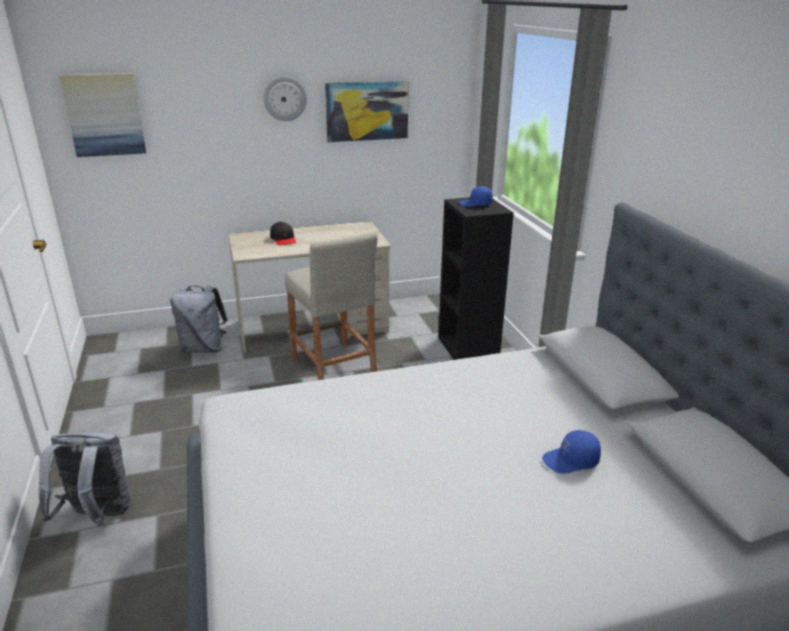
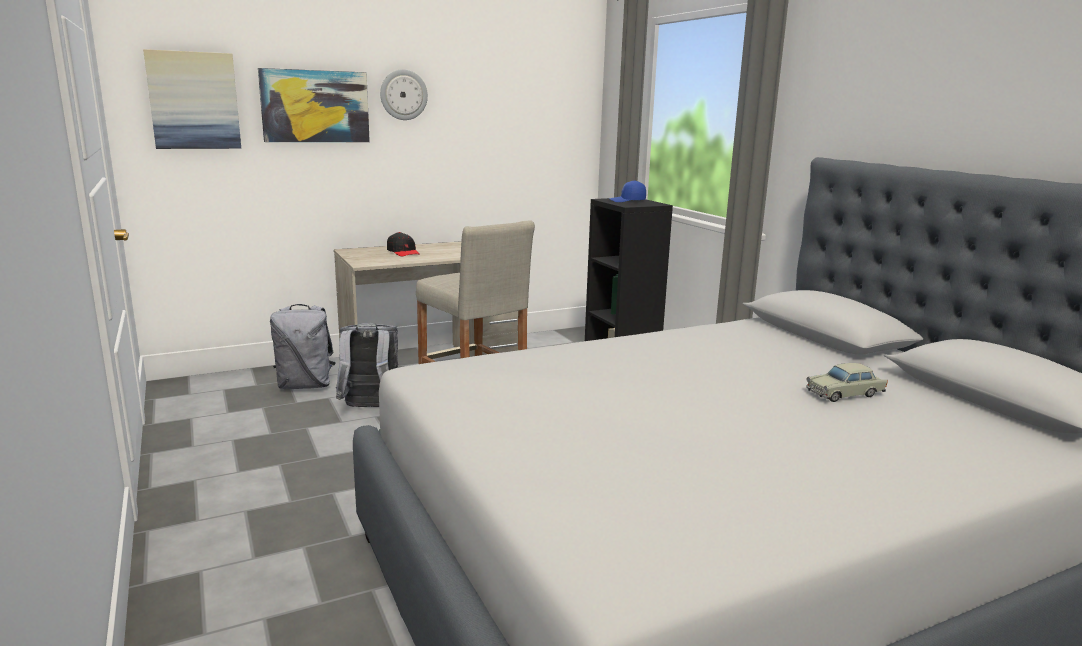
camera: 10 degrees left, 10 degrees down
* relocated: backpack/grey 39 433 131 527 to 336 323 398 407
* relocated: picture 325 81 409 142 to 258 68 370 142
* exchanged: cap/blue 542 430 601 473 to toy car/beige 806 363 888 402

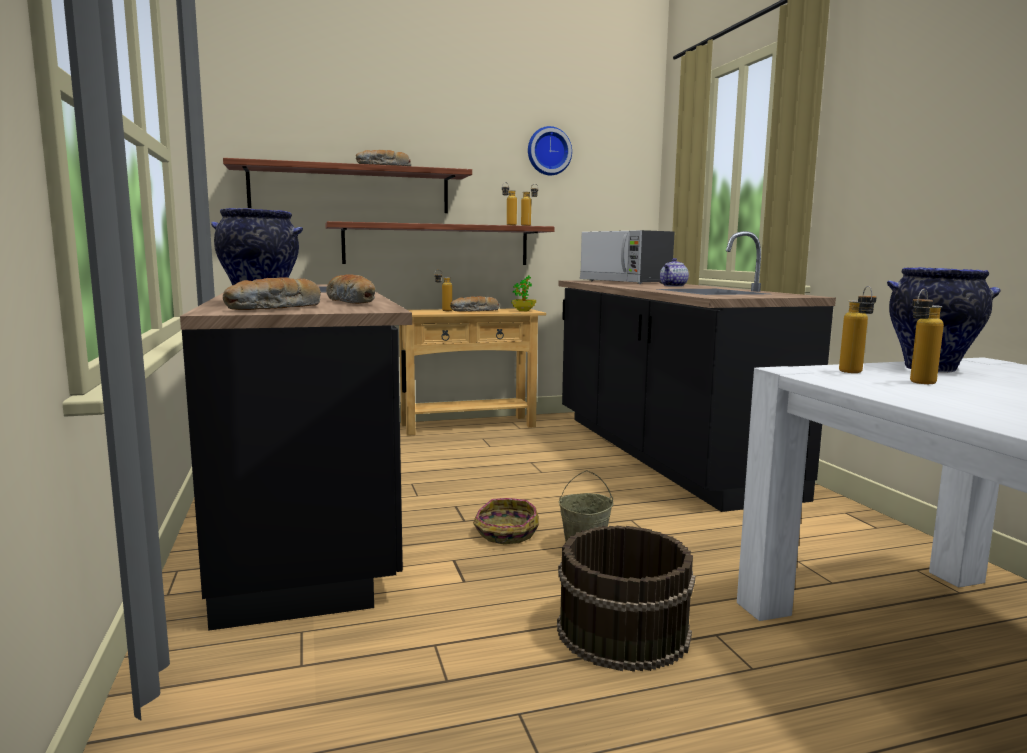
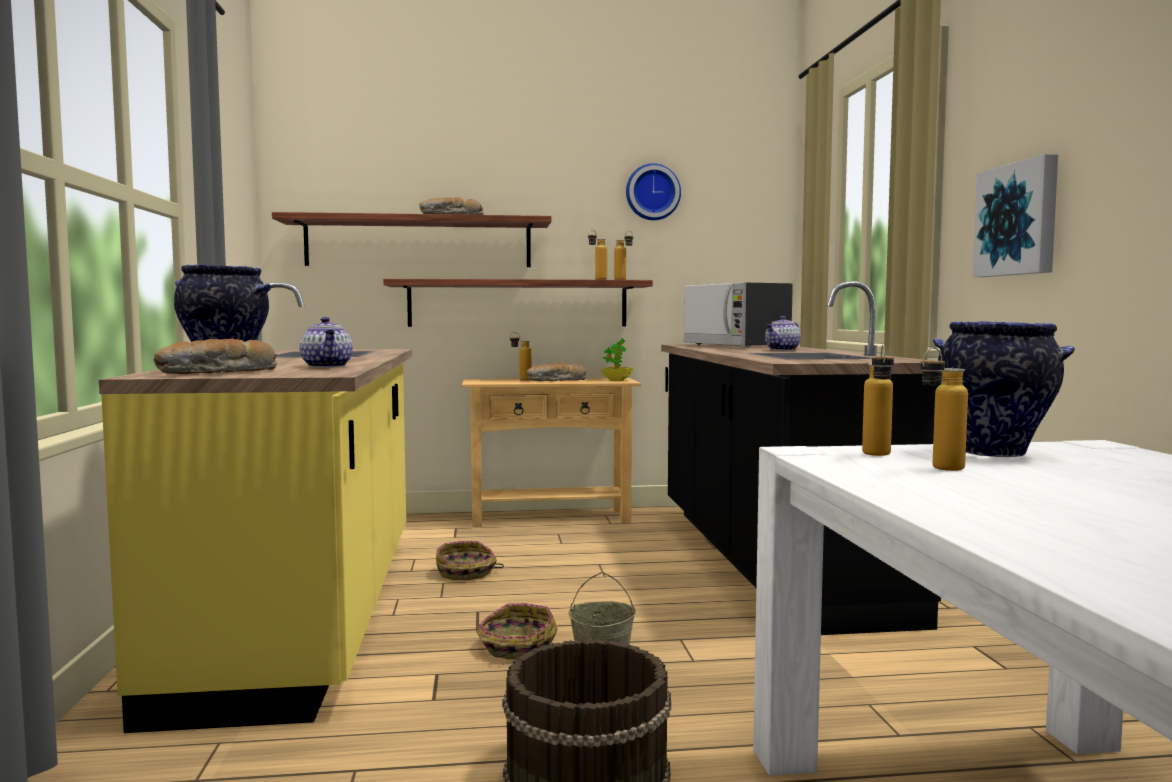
camera: 10 degrees right, 5 degrees down
* appeared: basket 436 541 504 580
* appeared: picture 972 154 1058 277
* exchanged: bread 326 274 376 304 to teapot 300 317 353 368
* colour: counter/black 180 285 412 631 to counter/yellow 99 282 412 733

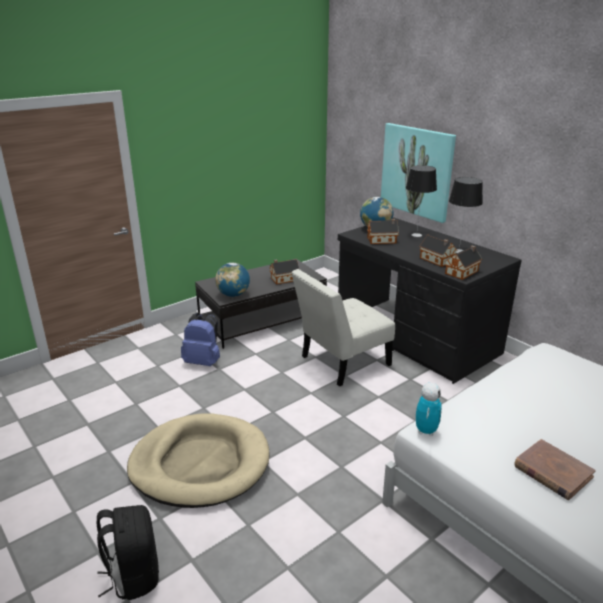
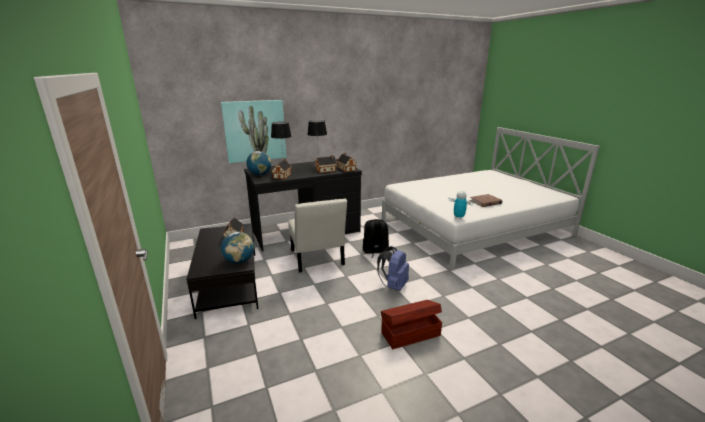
camera: 75 degrees left, 5 degrees down
* relocated: backpack/black 97 505 159 600 to 363 219 389 258
* relocated: backpack/blue 181 313 220 366 to 377 246 409 291
* exchanged: dog bed/beige 127 413 270 508 to storage box/brown 381 300 442 349

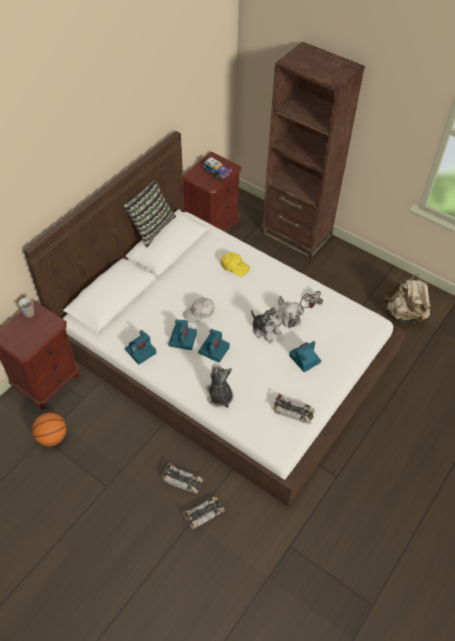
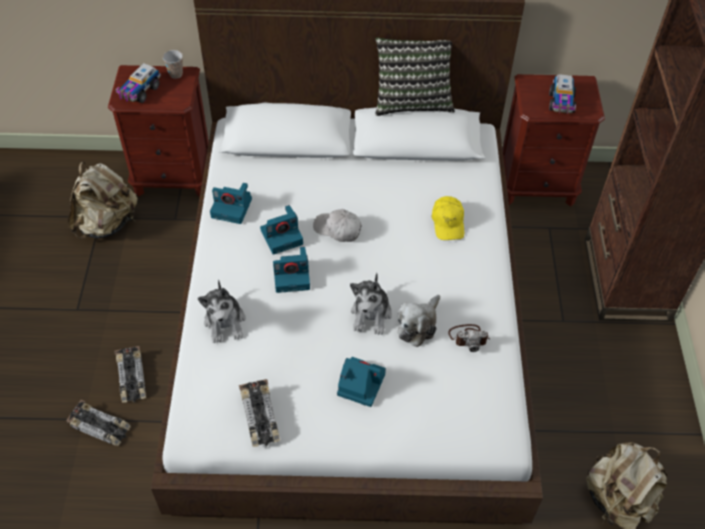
camera: 55 degrees right, 0 degrees up
* appeared: toy truck 115 63 161 103
* exchanged: basketball 32 412 67 446 to backpack/beige 68 162 138 239
* spun: plush toy 206 363 234 408 = 198 280 246 343 135 degrees clockwise

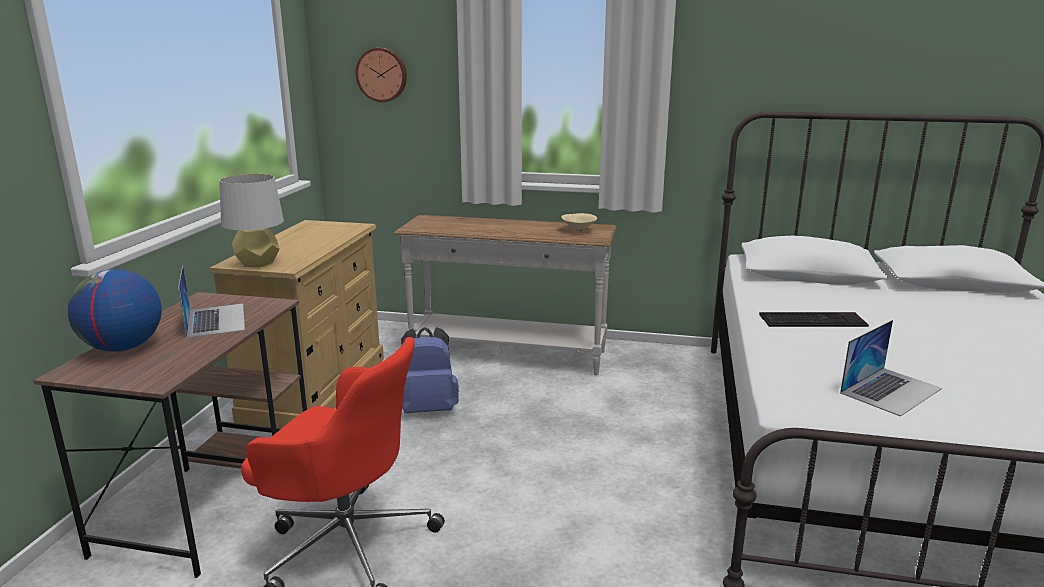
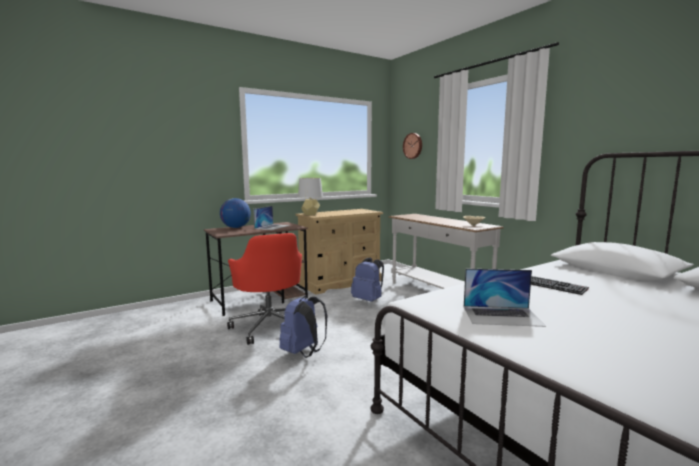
camera: 45 degrees right, 10 degrees down
* appeared: backpack/blue 279 295 328 358

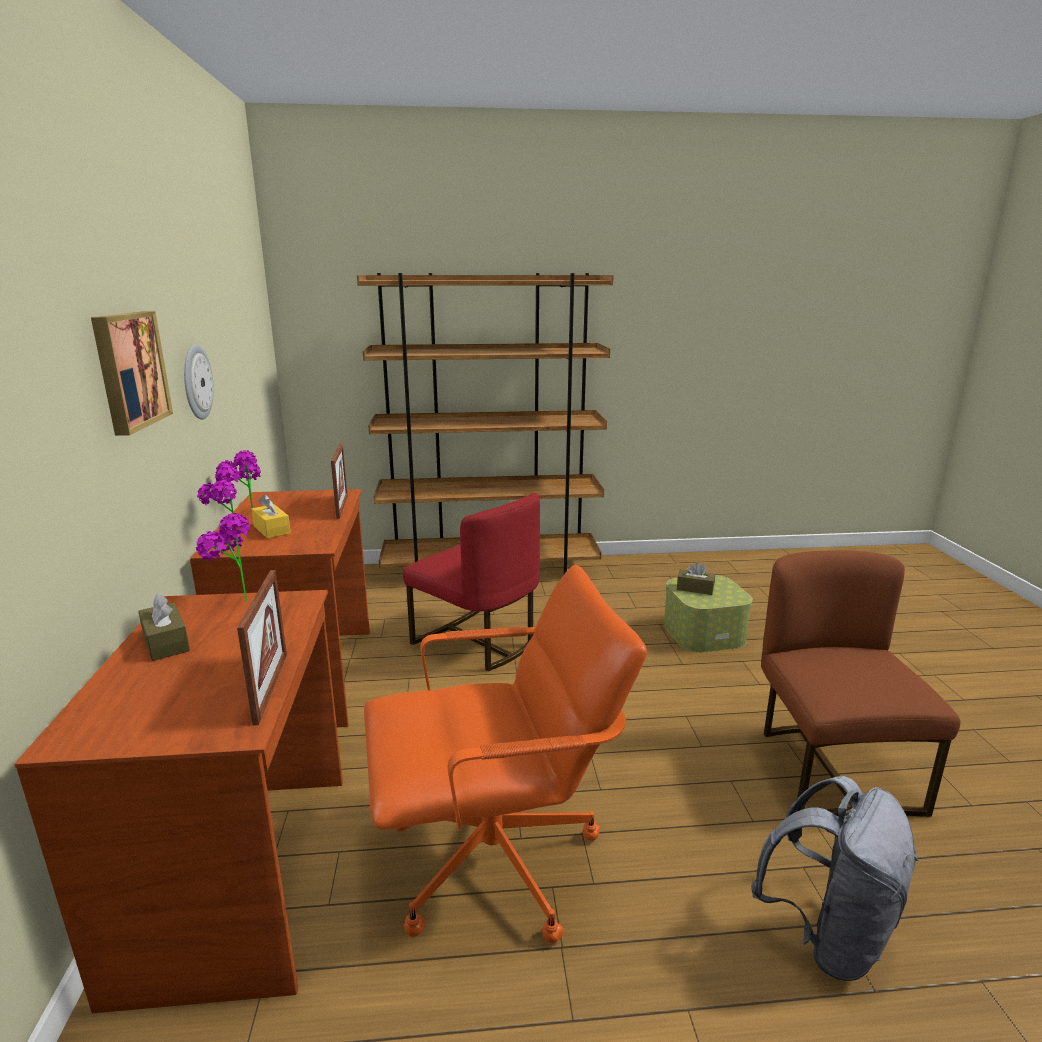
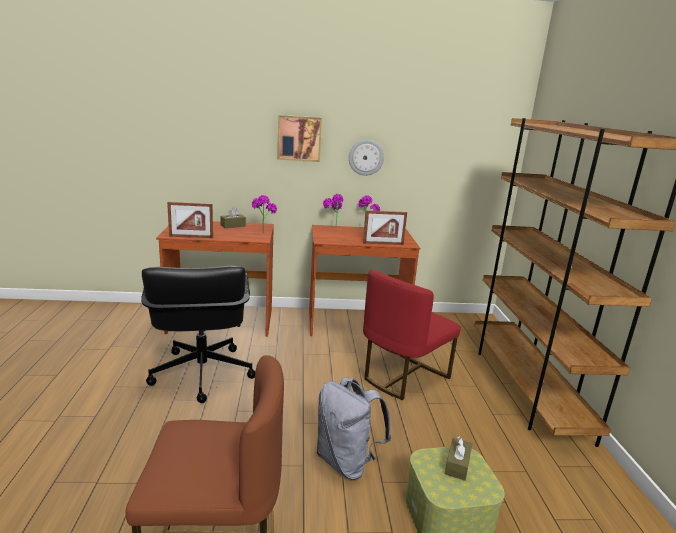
camera: 90 degrees right, 0 degrees up
* missing: tissue box/yellow 251 494 291 539
* relocated: backpack/grey 751 776 919 981 to 317 377 391 480
* colour: office chair/orange 364 565 647 943 to office chair/black 141 266 255 403

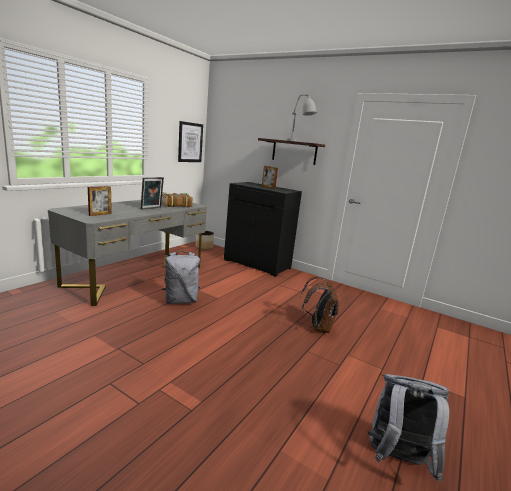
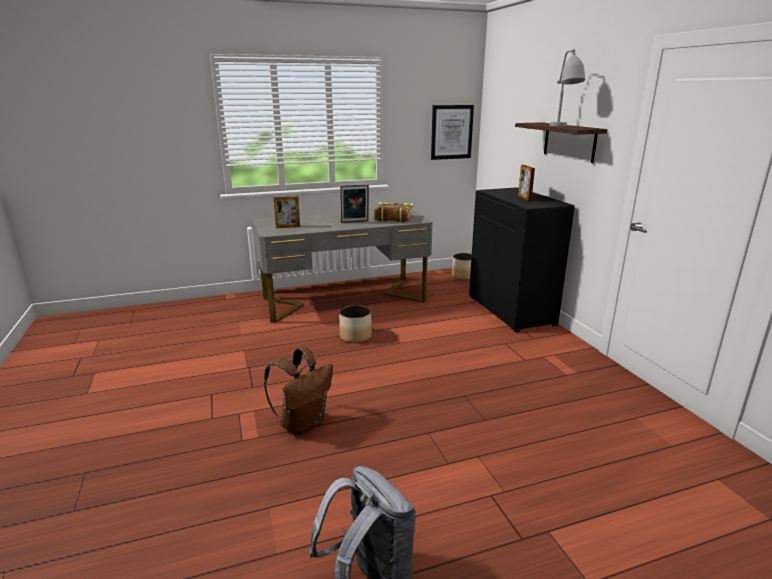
camera: 40 degrees right, 5 degrees up
* relocated: backpack/brown 300 277 339 333 to 264 347 333 435
* exchanged: backpack/grey 162 251 200 304 to planter 339 305 372 343

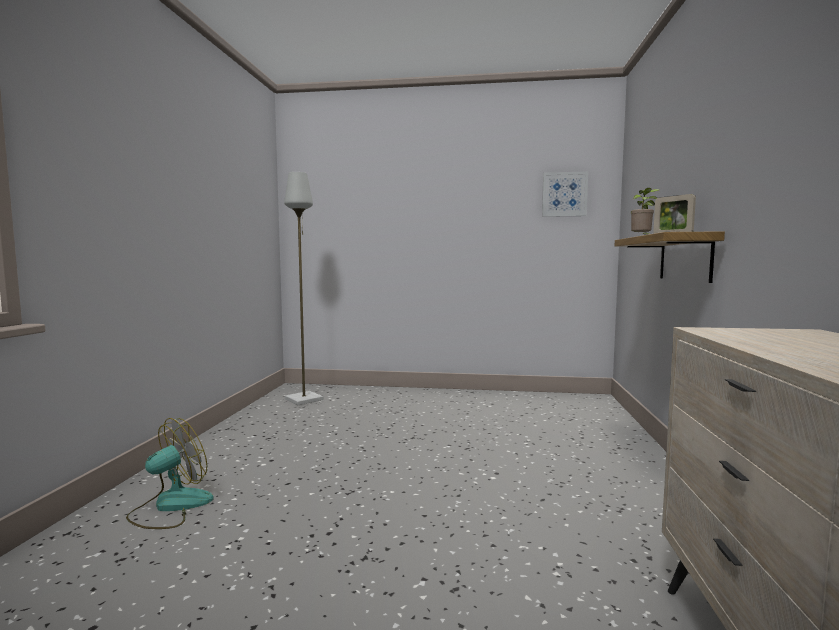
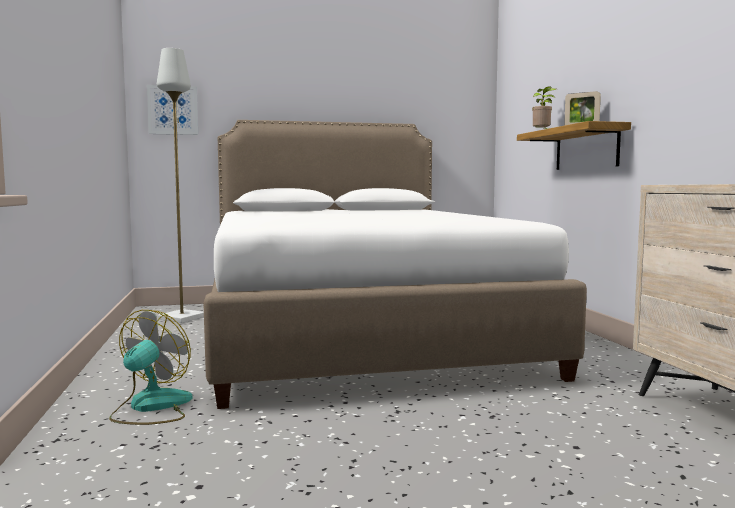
camera: 20 degrees left, 0 degrees up
* appeared: bed/white 203 120 587 409
* relocated: picture 542 172 588 217 to 147 85 198 135

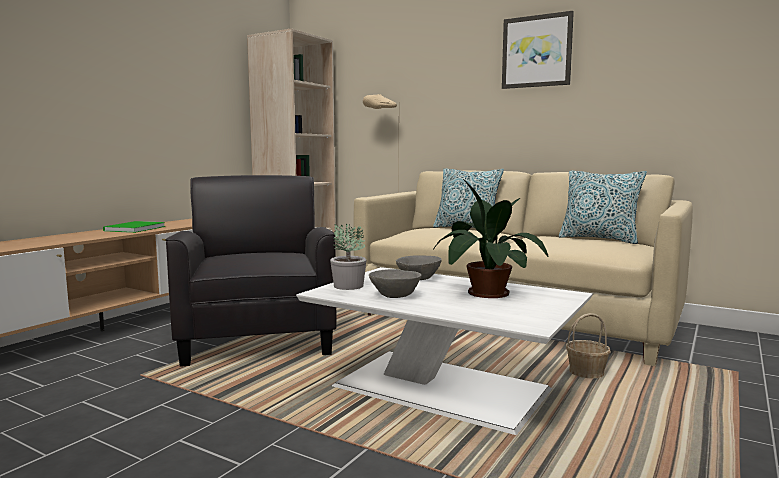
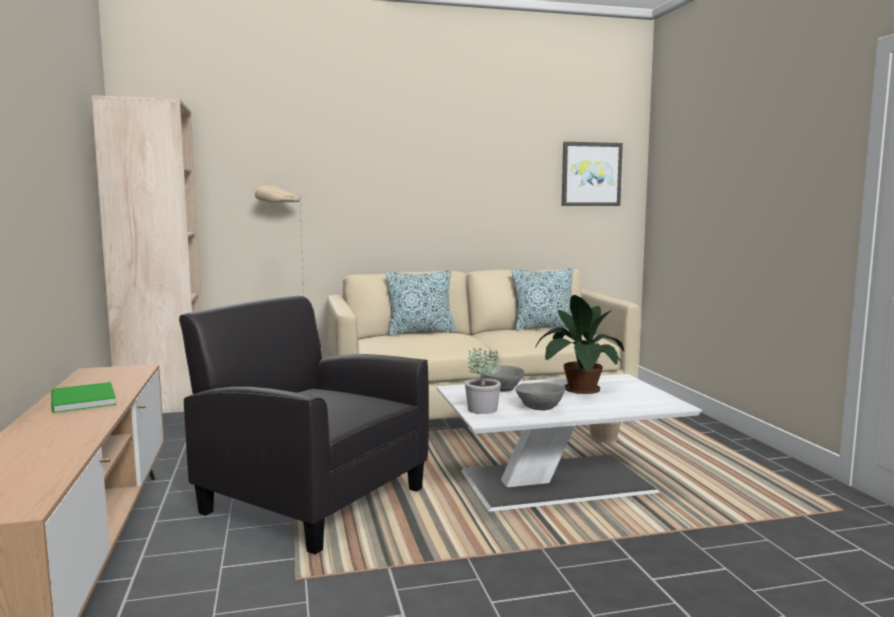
camera: 45 degrees left, 0 degrees up
* relocated: picture 502 11 574 89 to 562 142 623 206

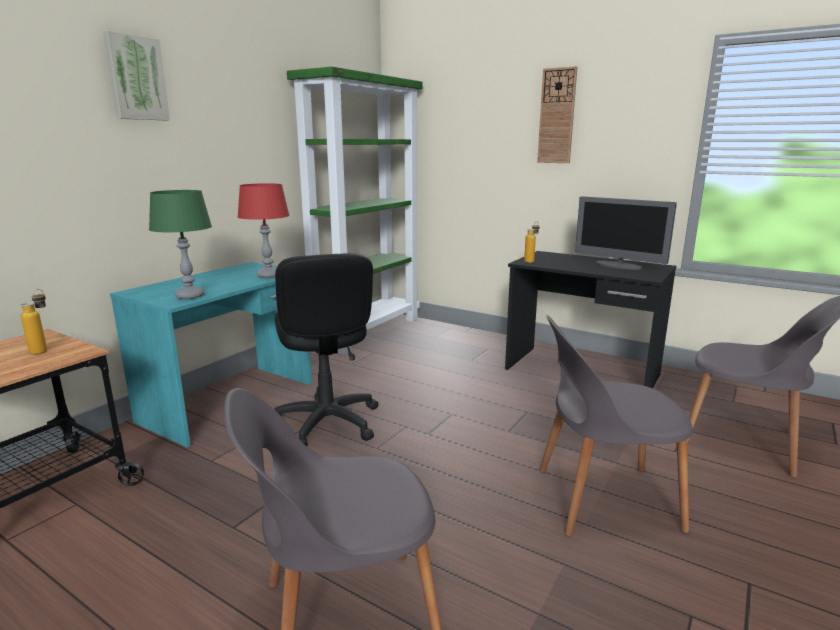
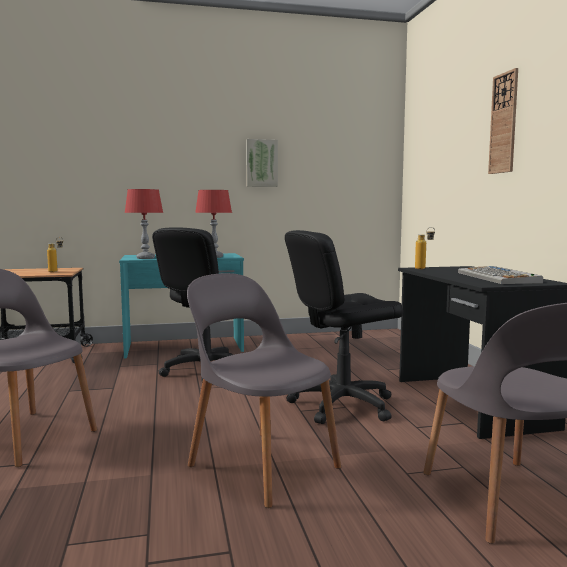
camera: 45 degrees right, 10 degrees down
* missing: bookcase/green 287 66 423 355
* appeared: office chair/black 285 230 403 424
* relocated: picture 103 31 170 120 to 246 139 278 187
* exchanged: monitor 575 196 677 270 to keyboard 458 266 543 284
* colour: table lamp/green 149 190 212 299 to table lamp/red 125 189 163 259

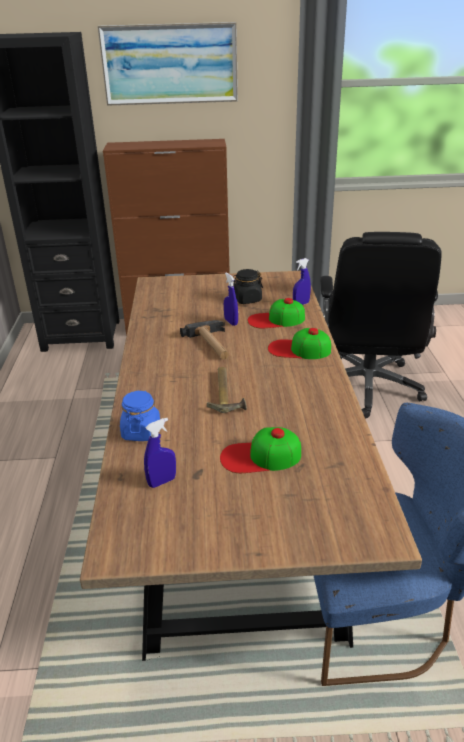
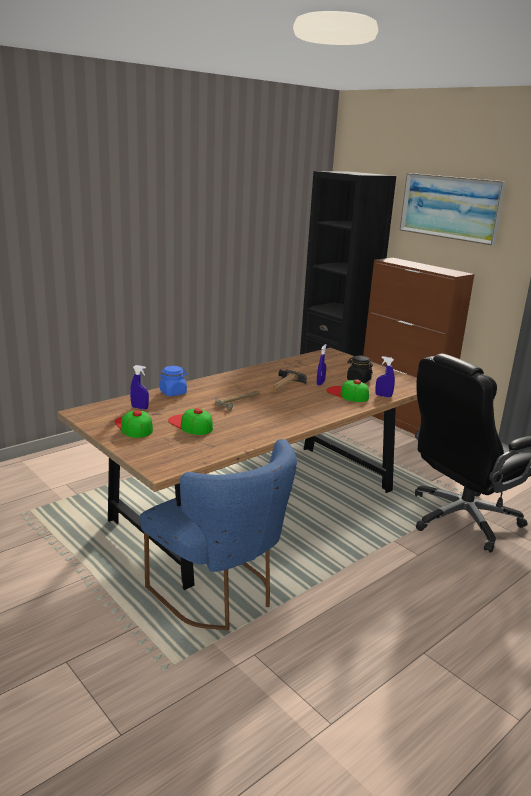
camera: 50 degrees right, 10 degrees down
* relocated: cap 268 328 331 359 to 115 410 153 438

